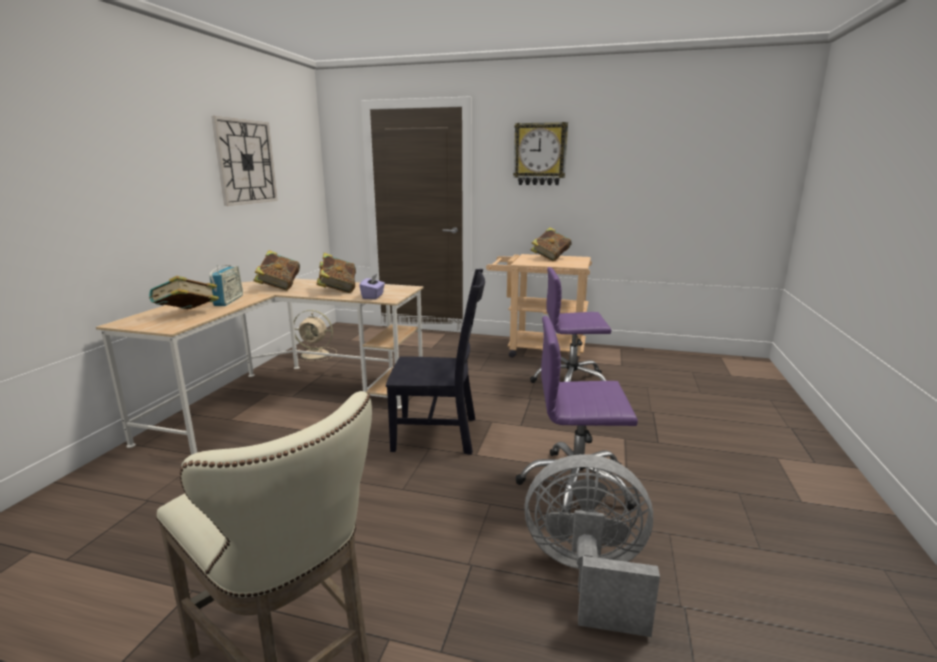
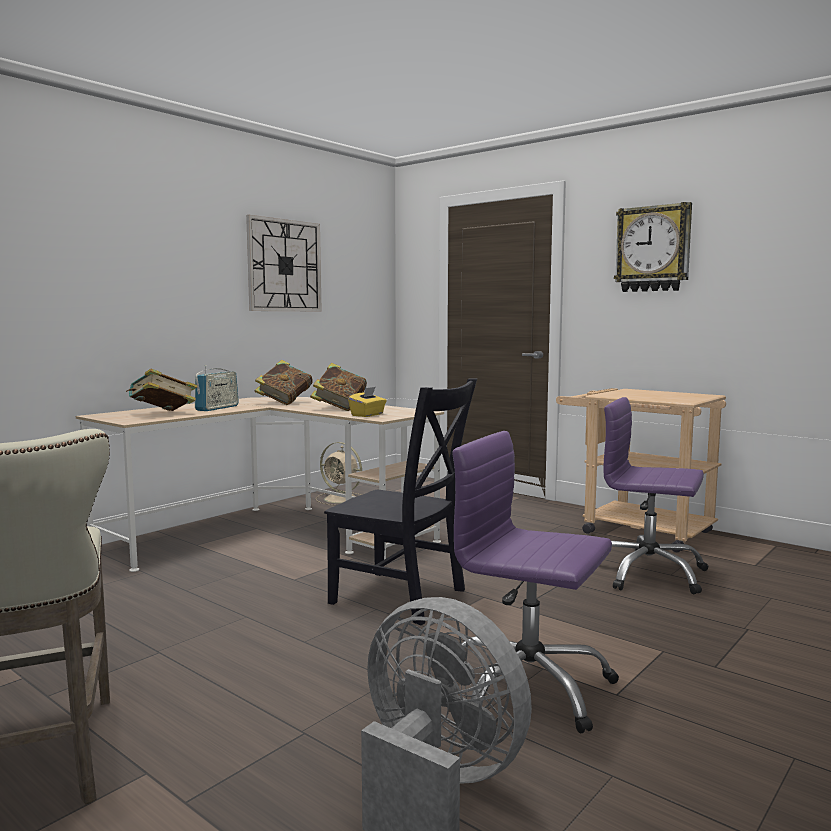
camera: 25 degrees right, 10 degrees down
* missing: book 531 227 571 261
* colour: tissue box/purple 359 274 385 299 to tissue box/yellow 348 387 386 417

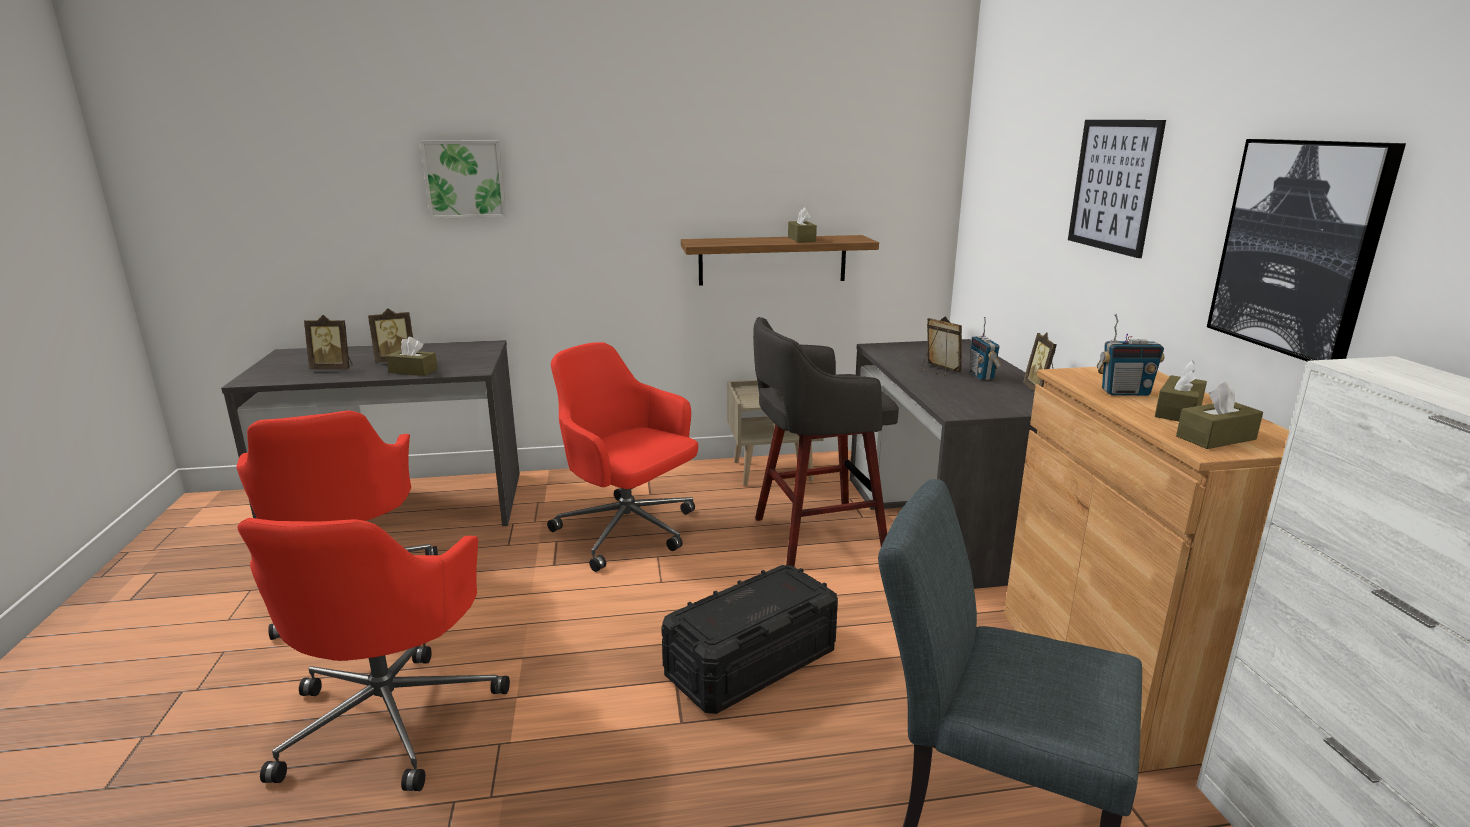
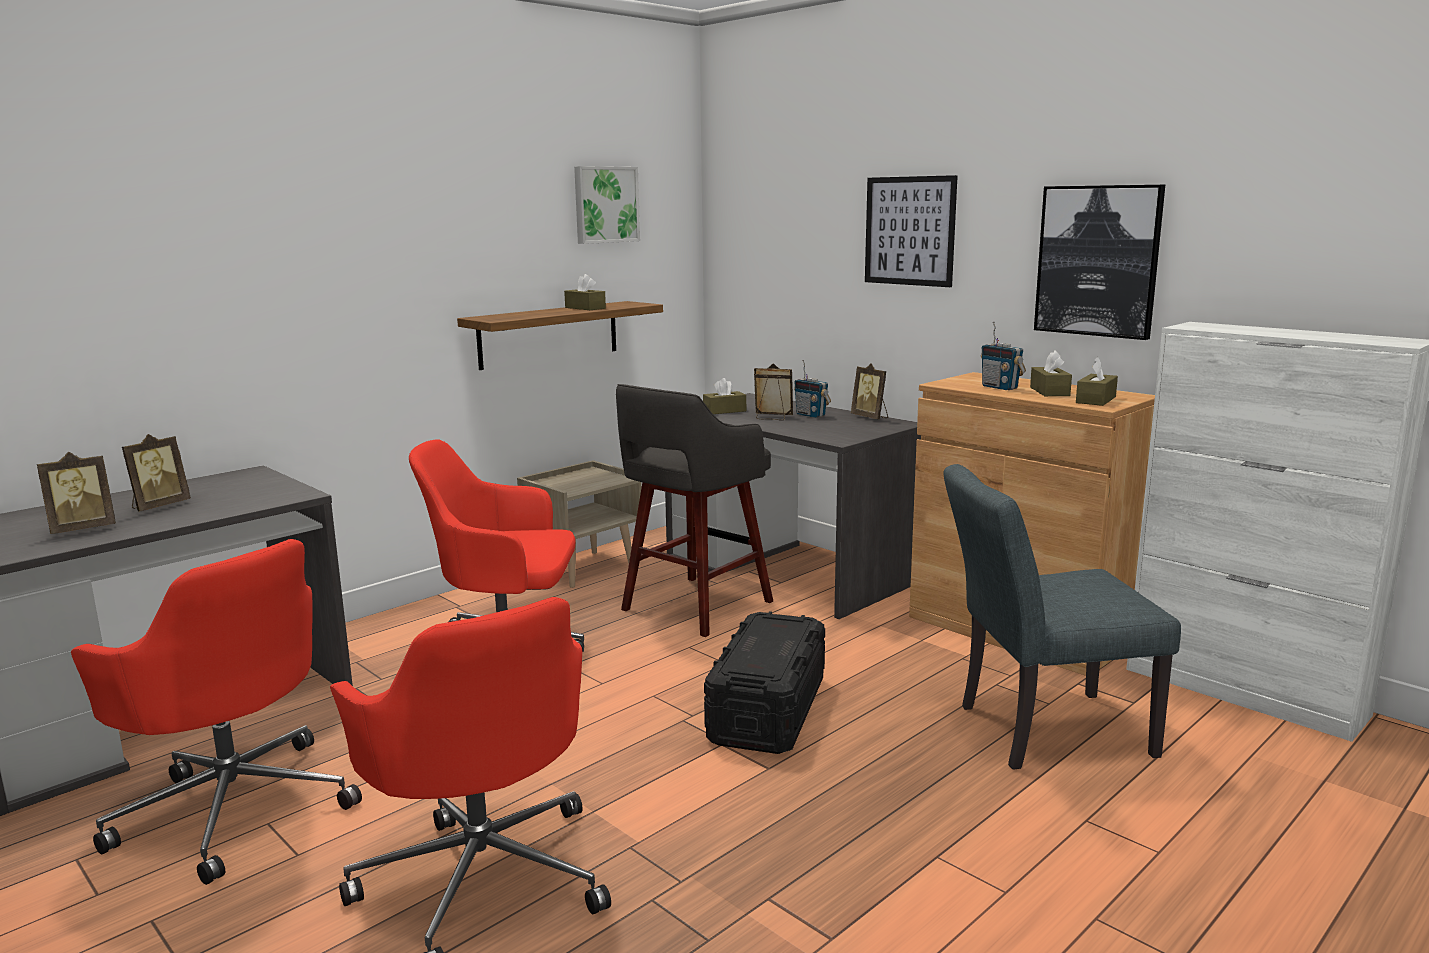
camera: 35 degrees left, 5 degrees down
* relocated: tissue box/brown 386 337 438 376 to 703 378 746 414
* relocated: picture 420 140 507 219 to 574 166 640 244
* spun: radio 1097 314 1165 396 = 981 322 1026 390 90 degrees clockwise

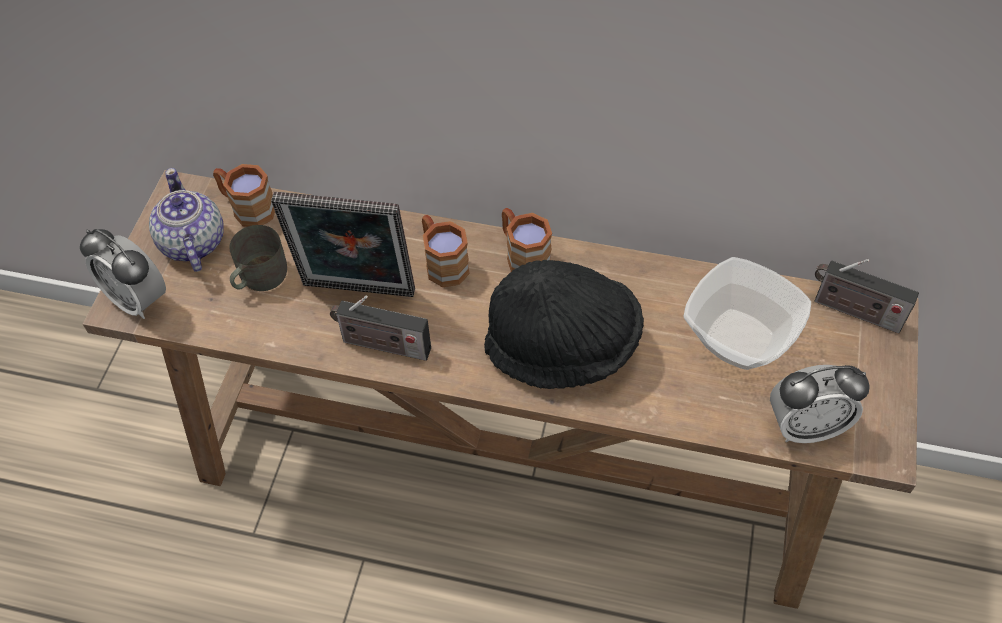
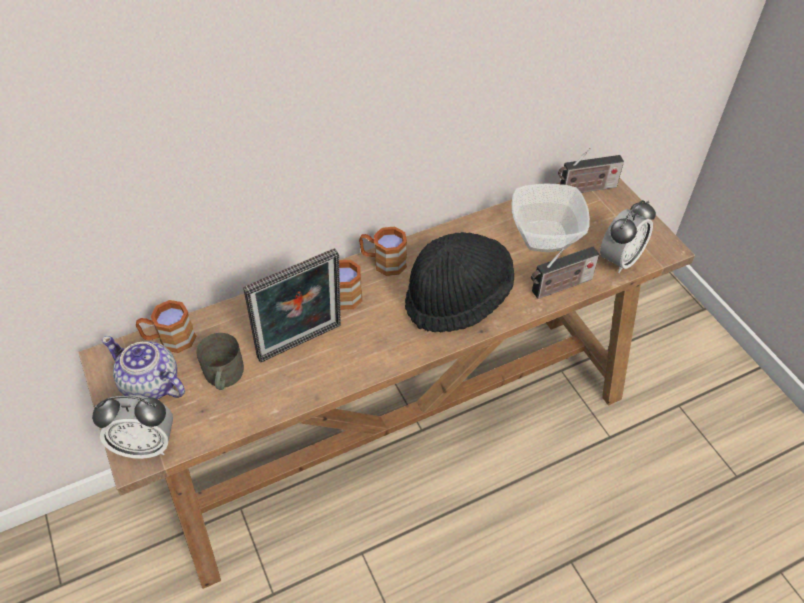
camera: 40 degrees left, 5 degrees down
* relocated: radio 330 296 431 361 to 531 247 599 299

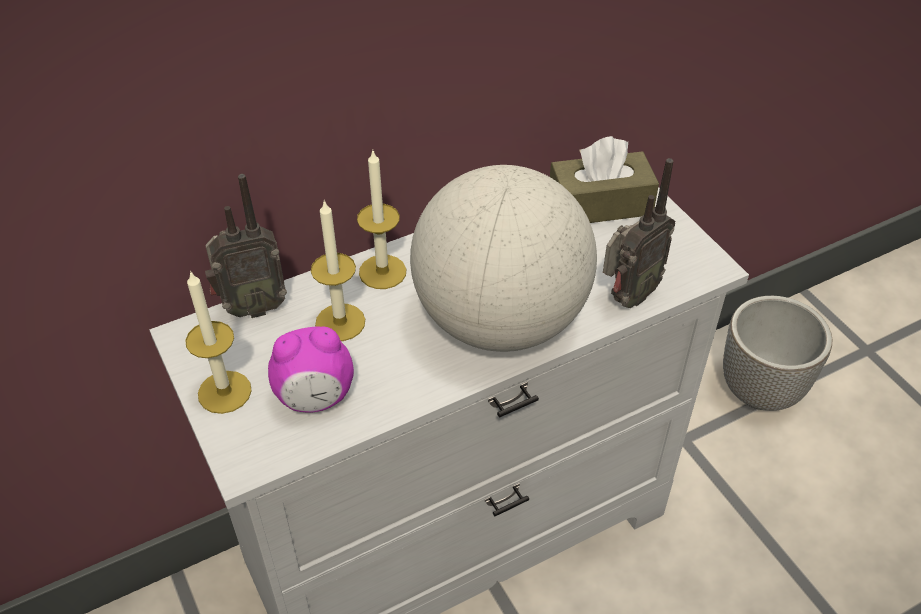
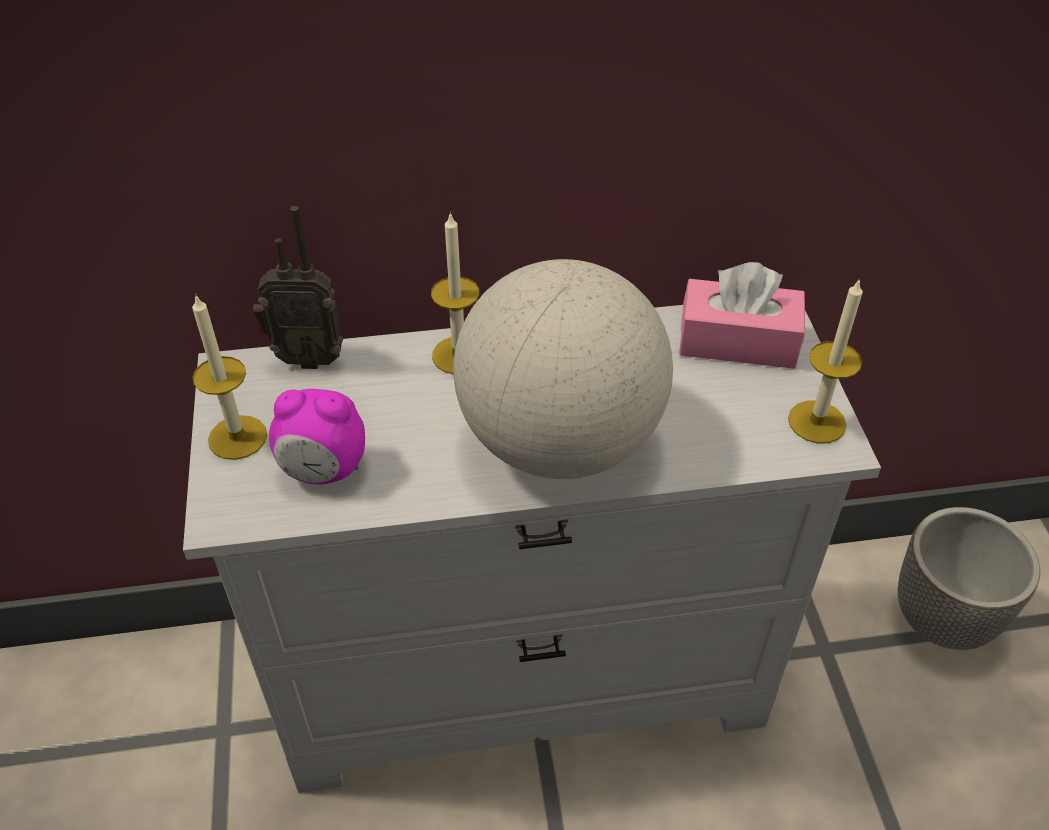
camera: 20 degrees right, 0 degrees up
* missing: radio 603 158 676 308
* relocated: candle 311 200 365 341 to 788 278 863 443
* colour: tissue box/brown 550 136 659 223 to tissue box/pink 679 262 805 369

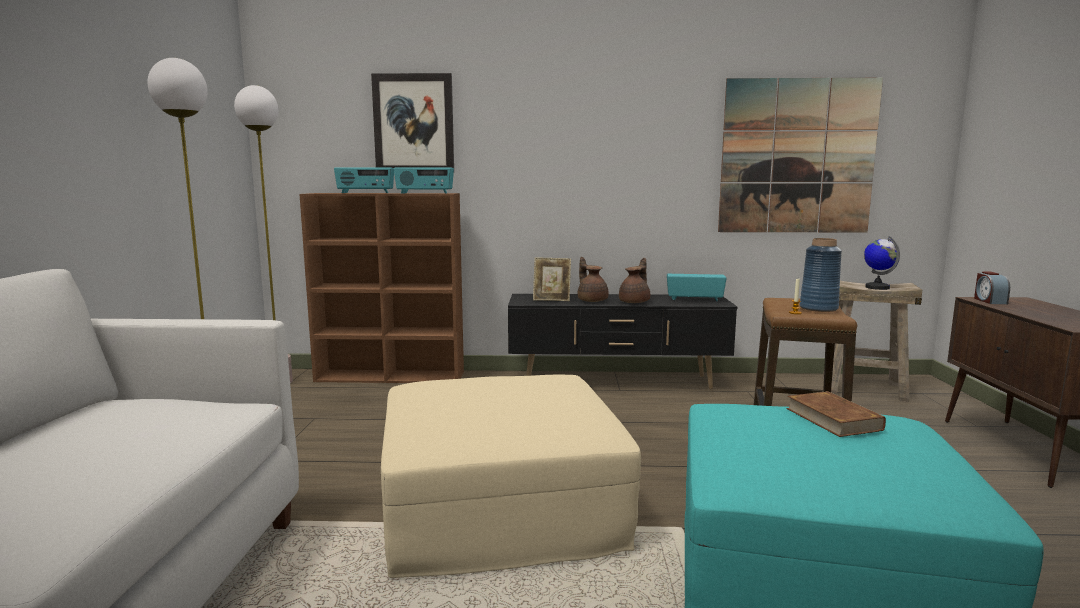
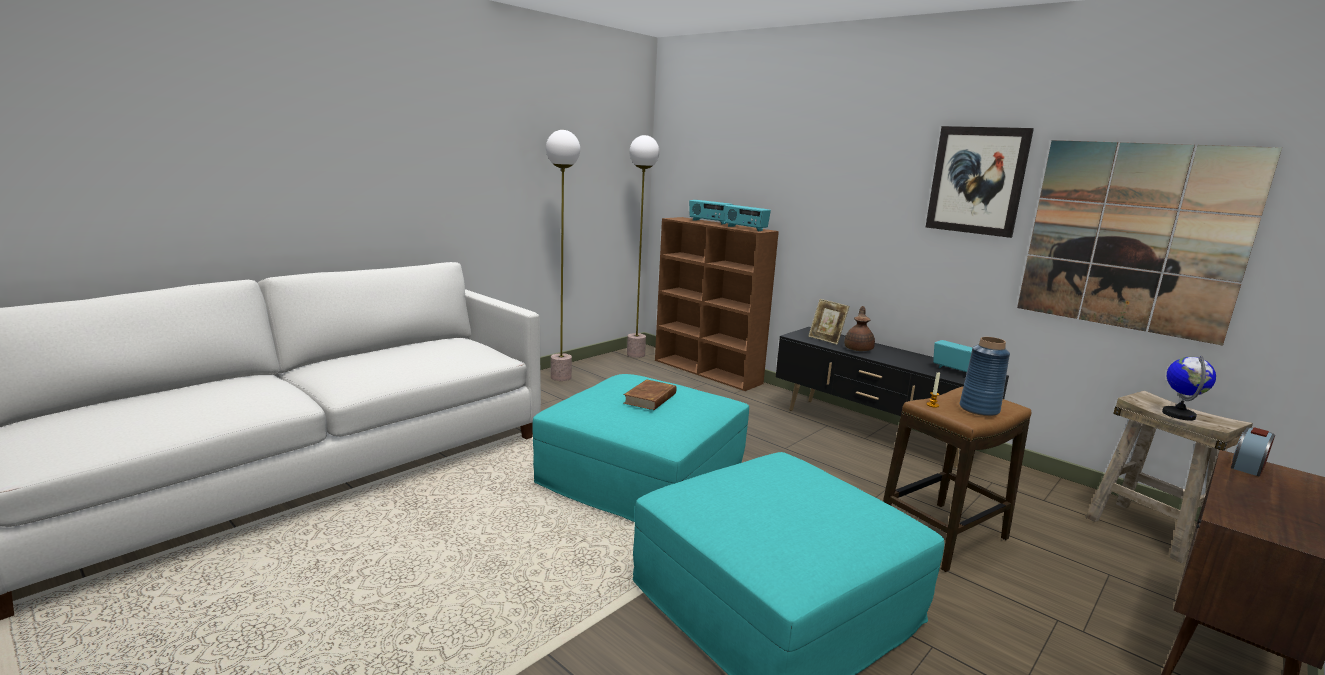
camera: 40 degrees right, 5 degrees up
* missing: teapot/brown 619 258 650 303
* relocated: picture 371 73 454 168 to 926 126 1034 238
* relocated: book/brown 786 391 886 437 to 623 379 676 410
* colour: ottoman/beige 381 375 641 578 to ottoman/turquoise 533 374 749 522

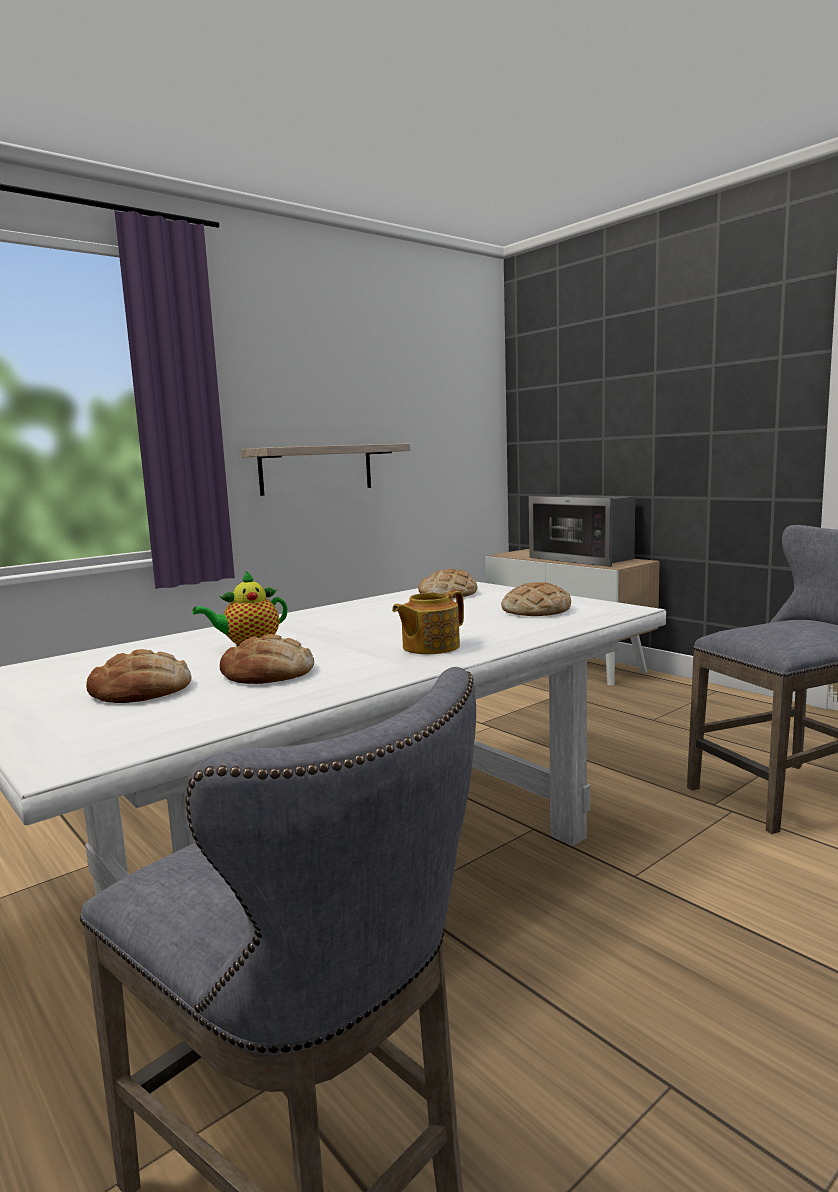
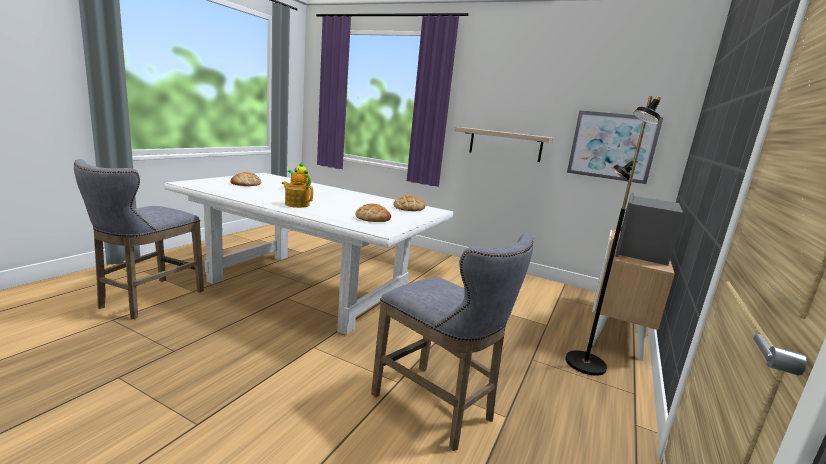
camera: 65 degrees right, 5 degrees up
* missing: bread 220 634 314 684
* appeared: floor lamp/black 565 96 661 376
* appeared: picture 567 110 663 184

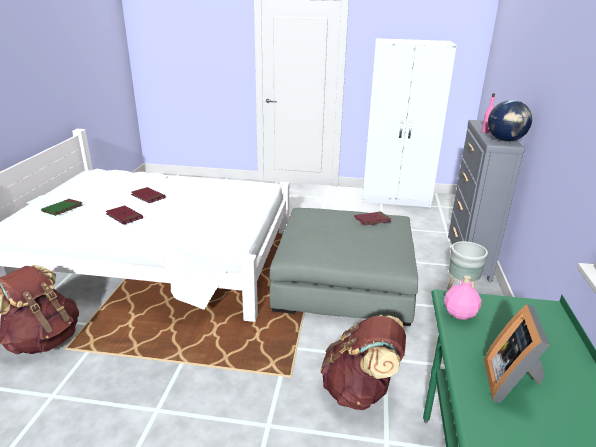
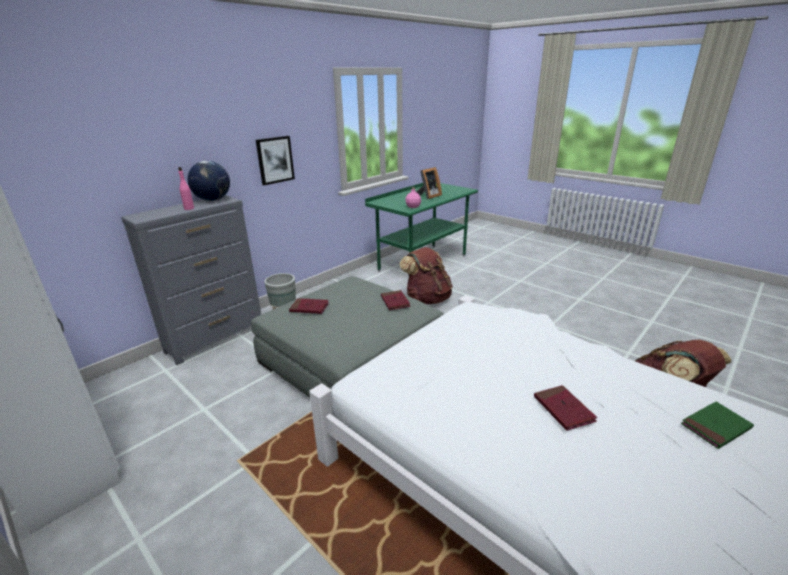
camera: 145 degrees left, 0 degrees up
* appeared: picture 256 136 295 185
* relocated: book/red 106 206 143 225 to 381 290 411 310

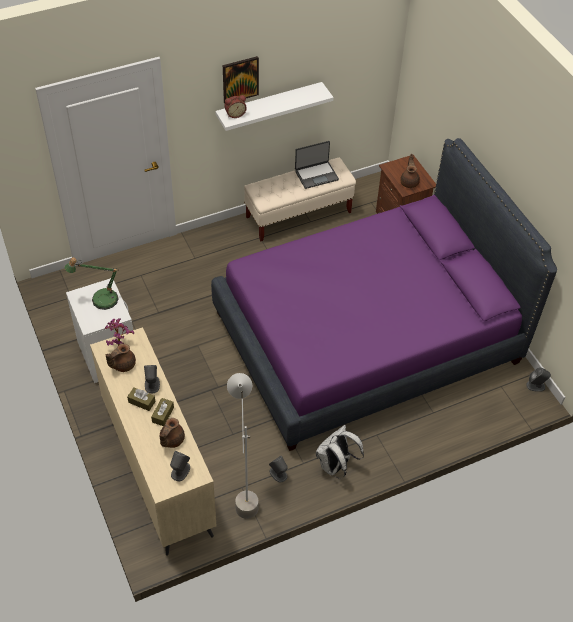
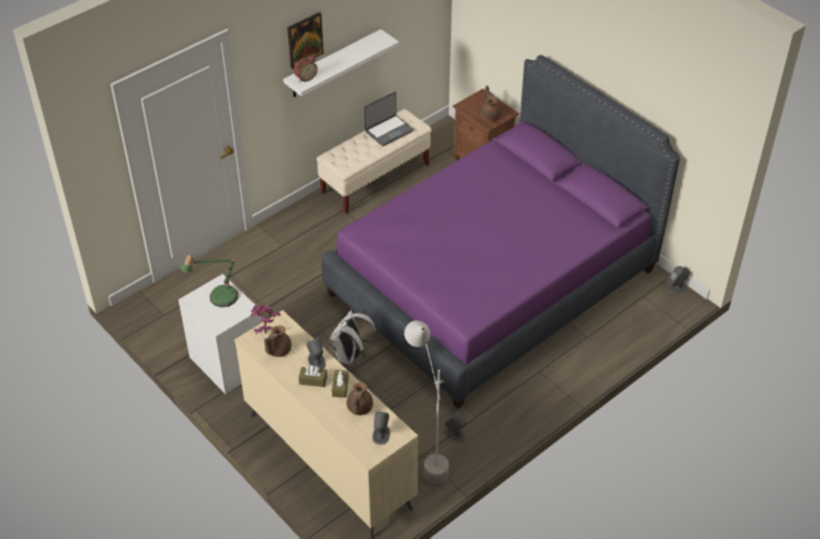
camera: 15 degrees left, 5 degrees down
* relocated: backpack/white 316 425 364 479 to 329 310 377 365

